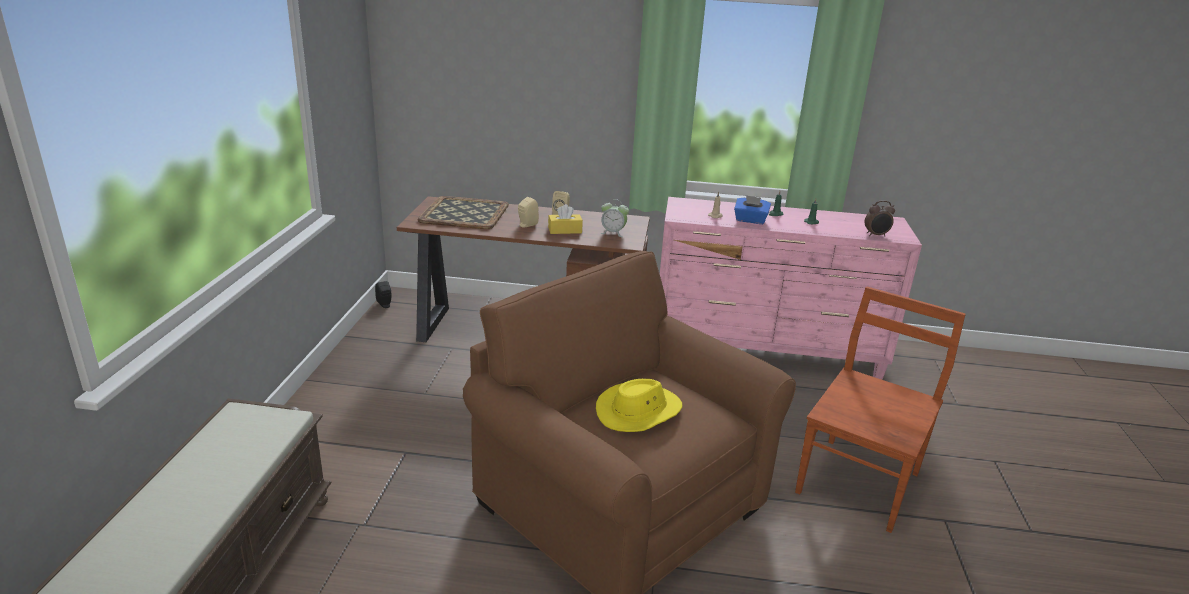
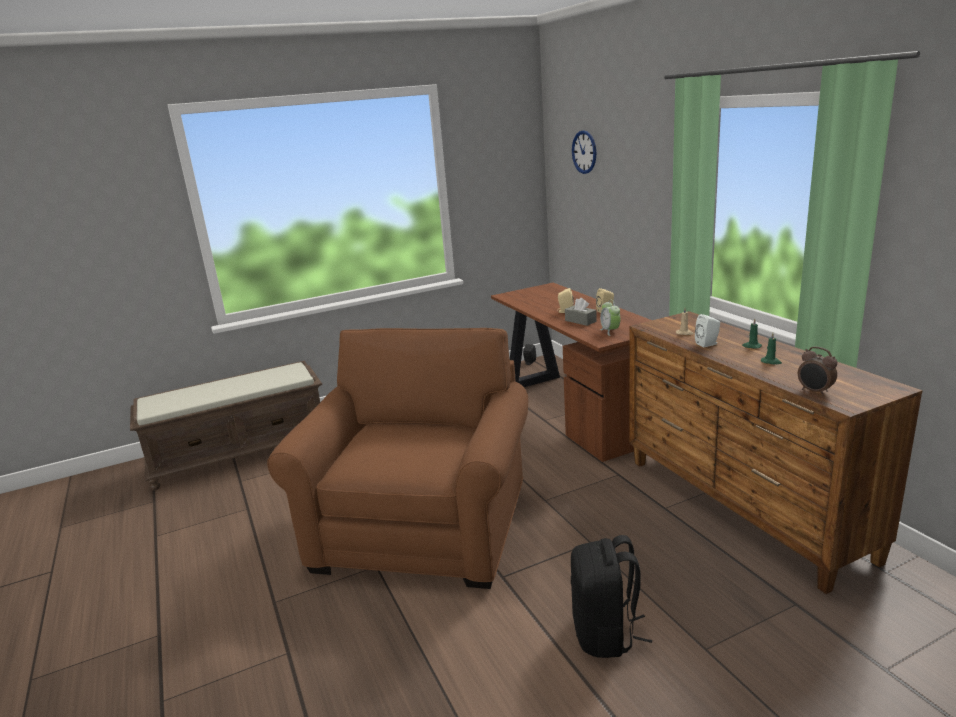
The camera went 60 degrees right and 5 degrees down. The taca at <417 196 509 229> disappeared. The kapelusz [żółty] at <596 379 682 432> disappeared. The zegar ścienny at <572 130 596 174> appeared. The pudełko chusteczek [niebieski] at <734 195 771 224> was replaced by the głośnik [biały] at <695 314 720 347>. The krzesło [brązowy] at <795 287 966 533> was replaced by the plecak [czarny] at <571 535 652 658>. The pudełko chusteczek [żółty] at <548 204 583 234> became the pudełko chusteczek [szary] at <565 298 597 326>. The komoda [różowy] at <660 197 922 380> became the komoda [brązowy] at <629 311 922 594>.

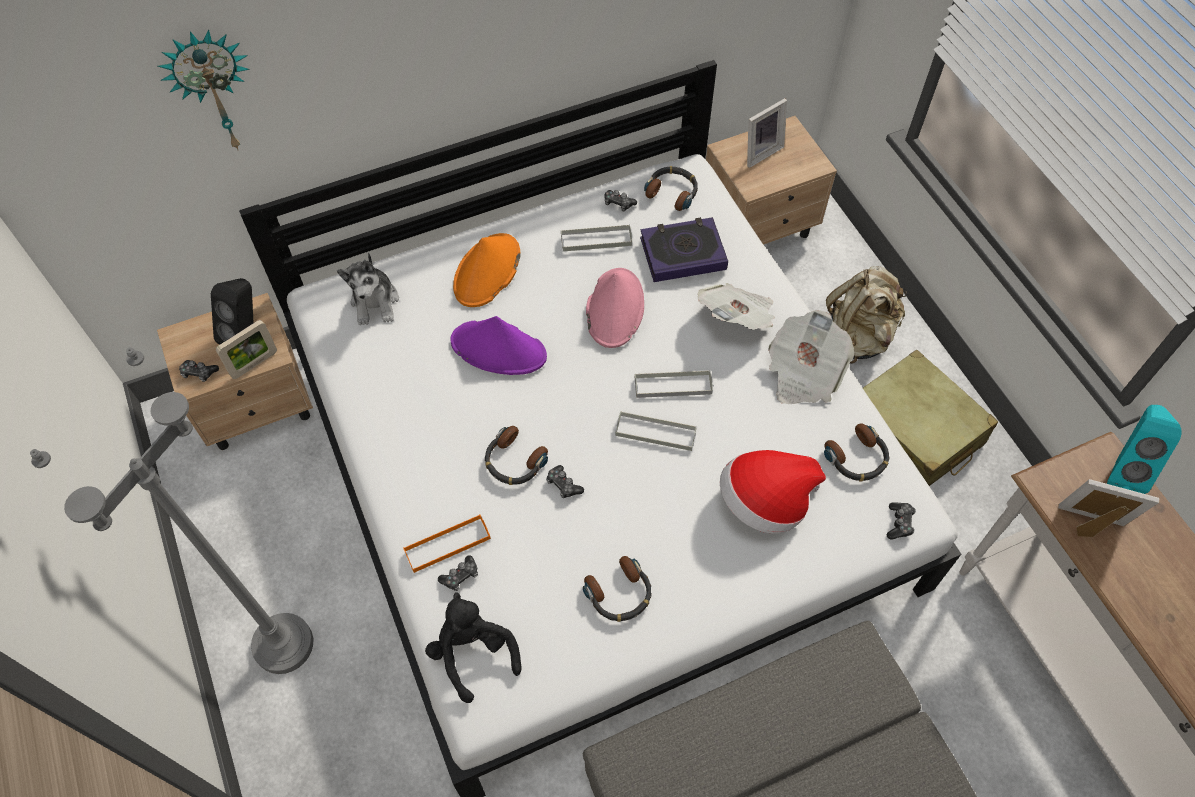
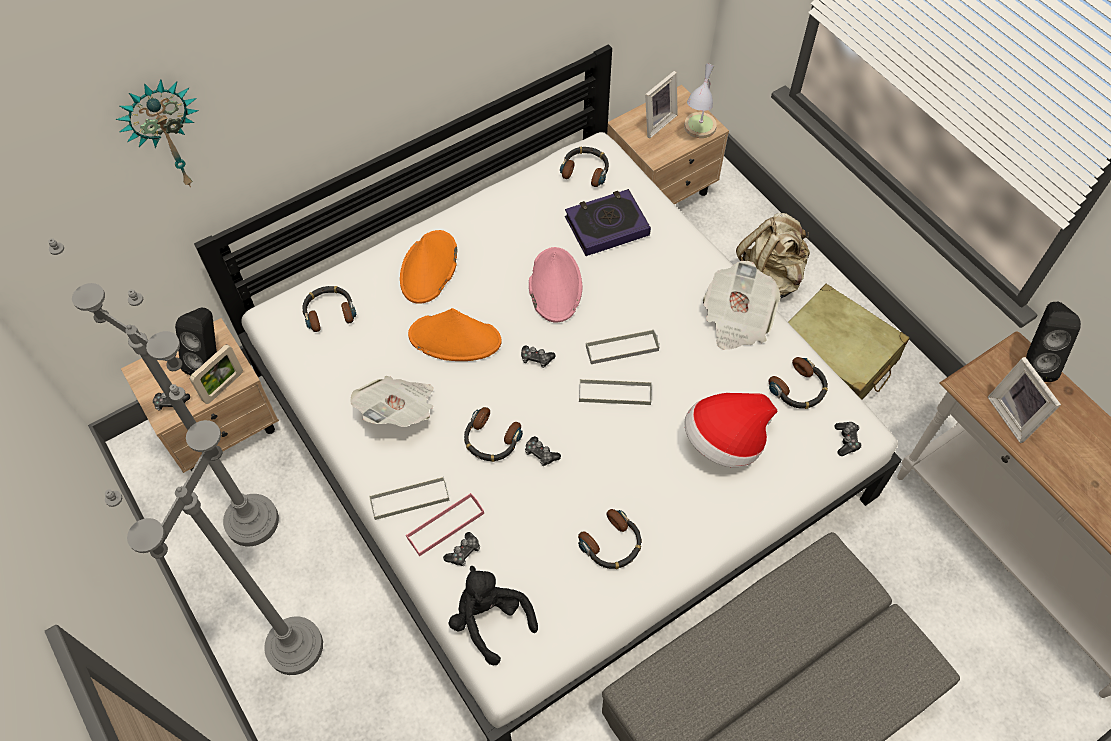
The camera went 10 degrees left and 0 degrees up. The lampa stojąca [szary] at <48 238 279 547> appeared. The lampa stołowa at <684 63 717 138> appeared. The taca [szary] moved from <561 224 632 252> to <369 476 450 520>. The pad do gier moved from <604 190 637 211> to <521 346 556 368>. The gazeta moved from <698 283 775 330> to <350 376 433 427>. The pluszak at <337 252 399 325> was replaced by the słuchawki at <302 286 357 332>. The taca [pomarańczowy] at <403 514 491 573> became the taca [różowy] at <406 493 484 556>. The kapelusz [fioletowy] at <450 316 547 375> became the kapelusz [pomarańczowy] at <408 308 502 361>. The głośnik [turkusowy] at <1107 405 1181 494> became the głośnik [czarny] at <1026 302 1081 382>. The ramka na zdjęcie at <1058 479 1159 537> turned 120 degrees counterclockwise.

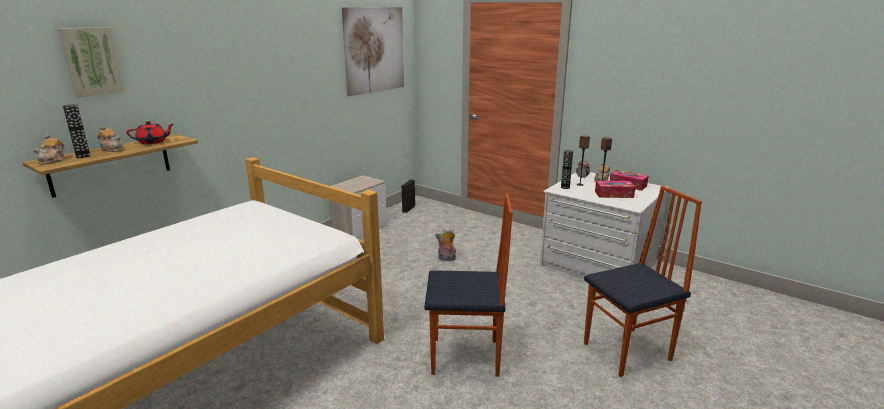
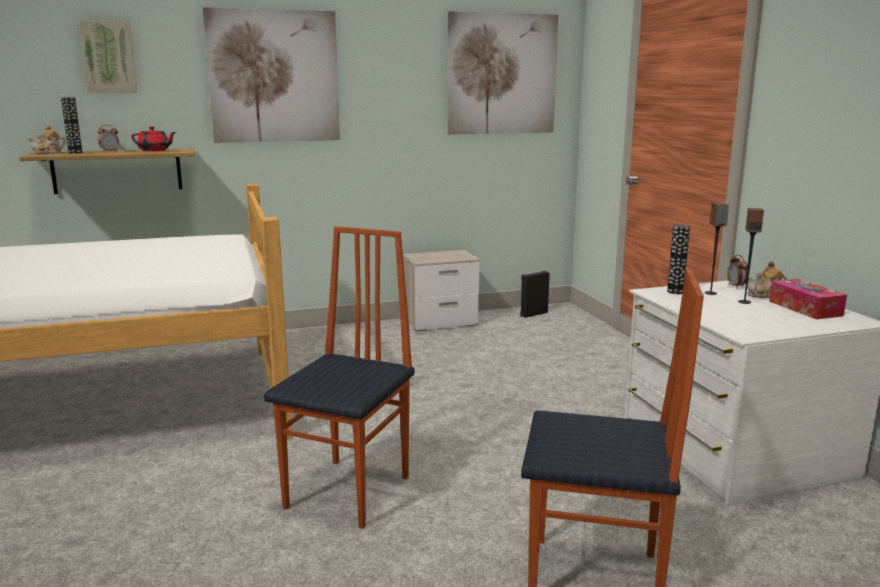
The camera went 35 degrees right and 5 degrees down. The pluszak at <435 227 456 261> disappeared. The pudełko chusteczek at <595 181 635 198> disappeared. The obraz at <203 7 340 143> appeared. The imbryk at <97 126 124 152> was replaced by the budzik at <98 125 119 152>. The krzesło at <424 193 513 377> turned 105 degrees counterclockwise.

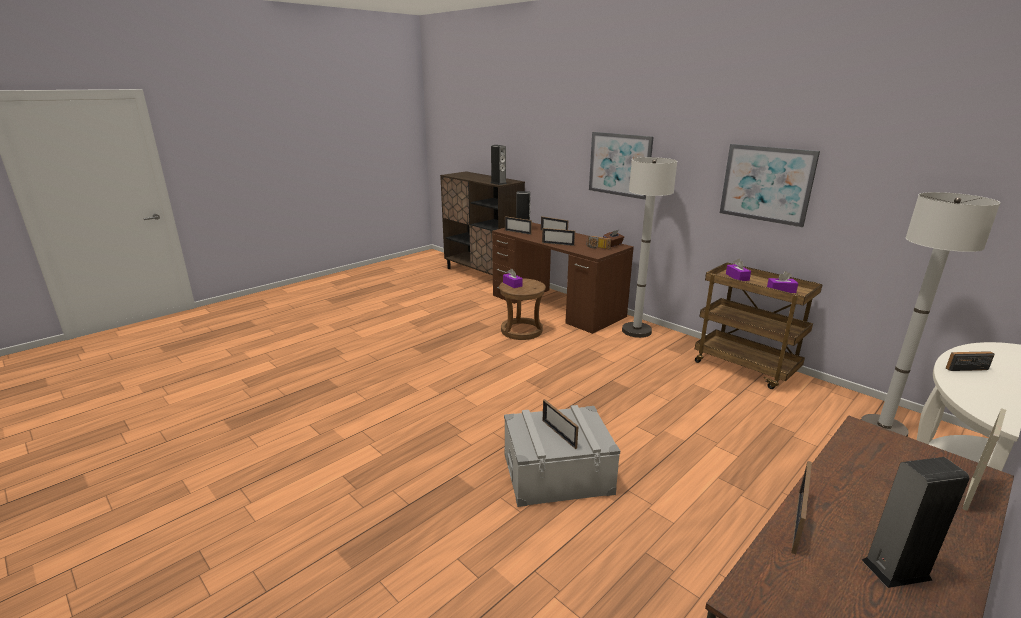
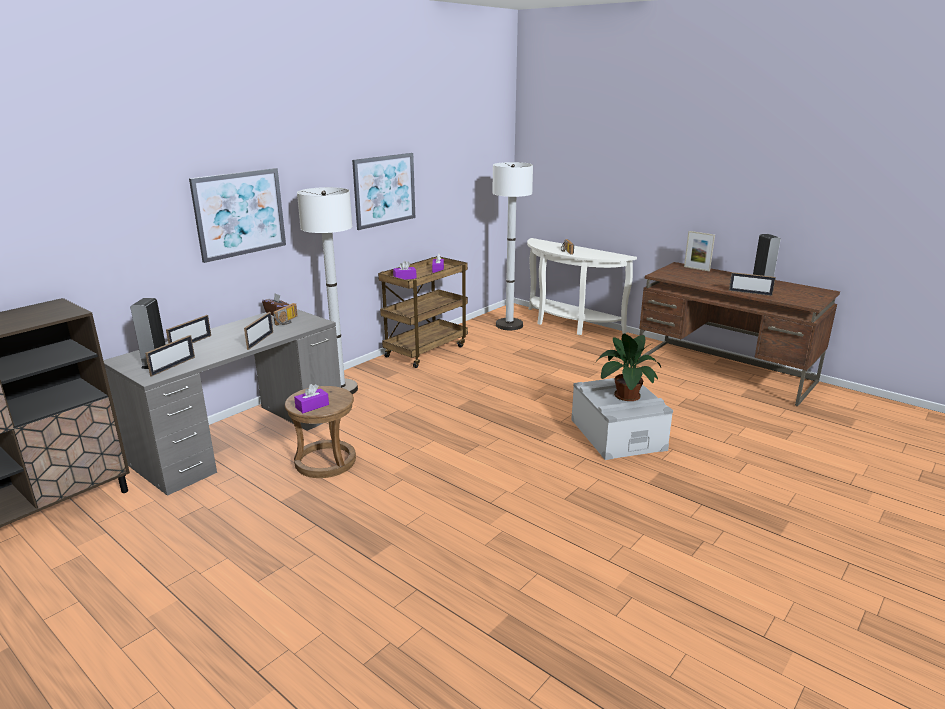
The camera went 95 degrees left and 0 degrees up. The głośnik at <491 145 507 185> disappeared. The ramka na zdjęcie at <543 400 578 449> was replaced by the roślina doniczkowa at <595 334 661 401>. The biurko [brązowy] at <492 222 634 334> became the biurko [szary] at <103 309 341 496>.

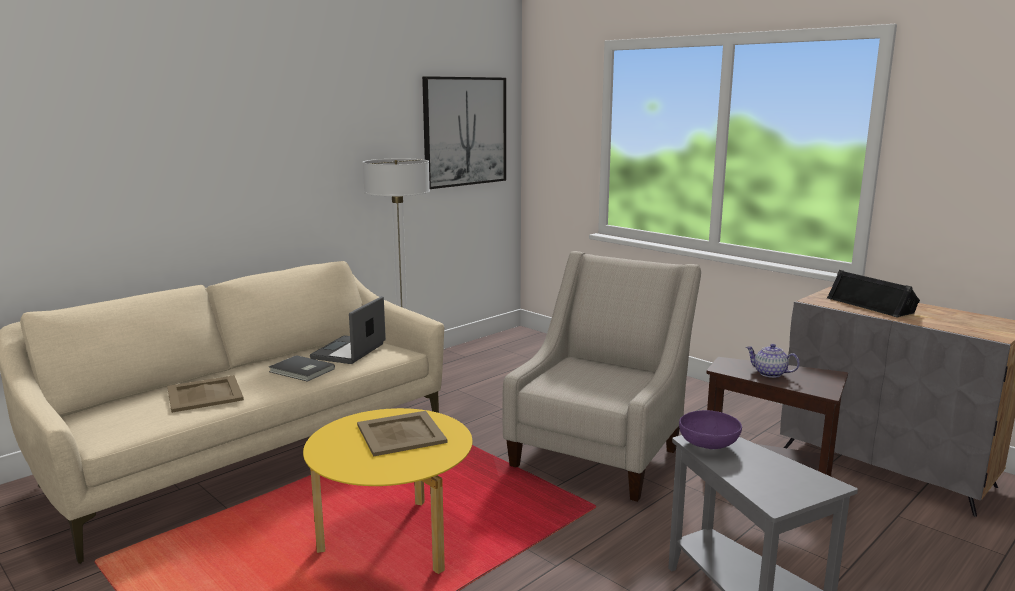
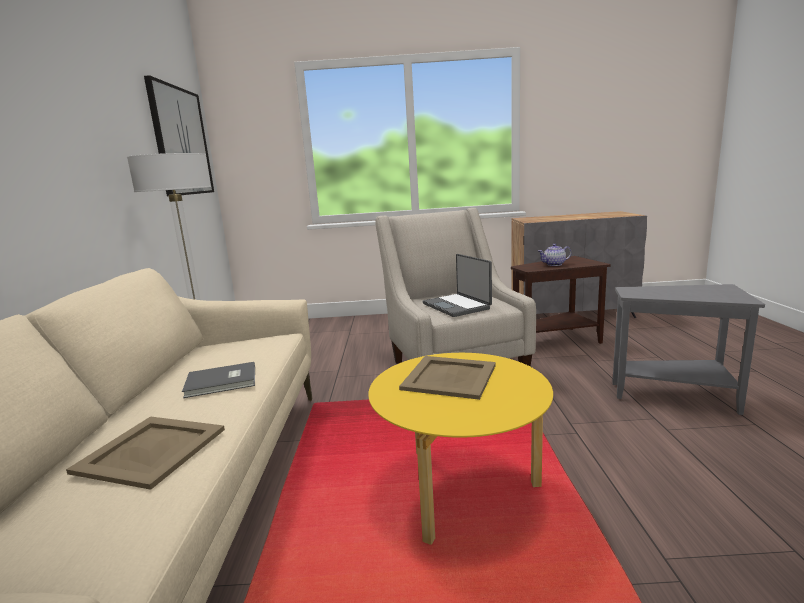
The camera went 45 degrees left and 0 degrees up. The miska [fioletowy] at <679 410 742 449> disappeared. The głośnik [czarny] at <827 270 920 318> disappeared. The laptop moved from <310 296 386 364> to <422 254 492 317>.

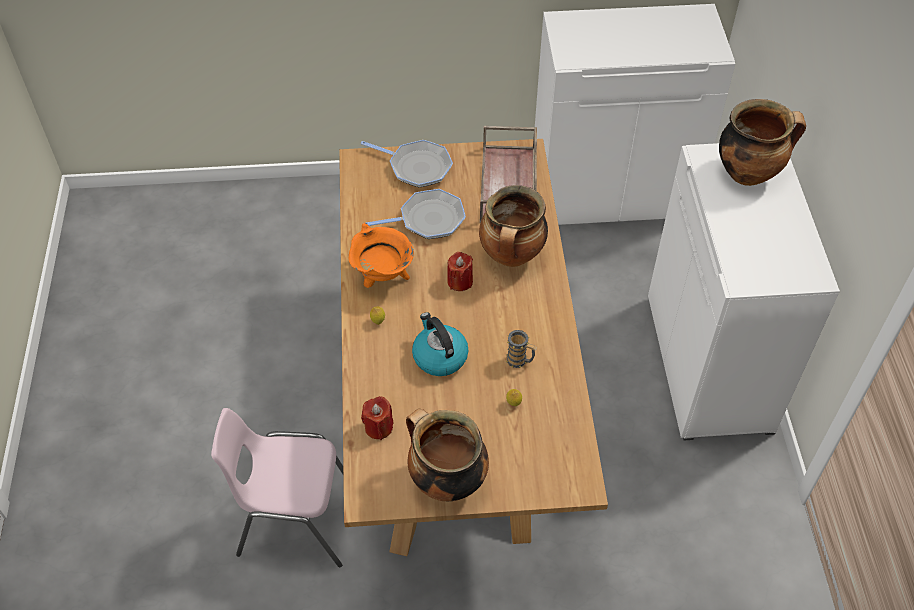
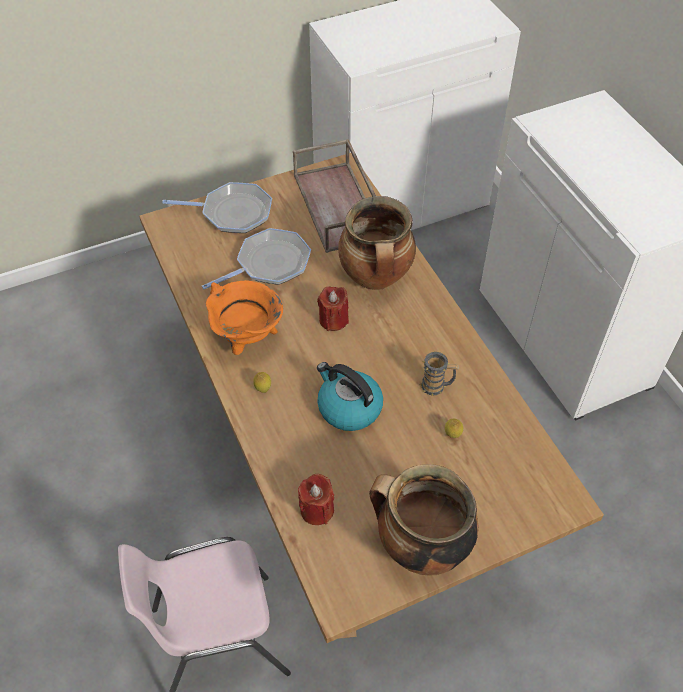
The camera went 20 degrees left and 0 degrees up. The garnek at <719 99 806 186> disappeared.

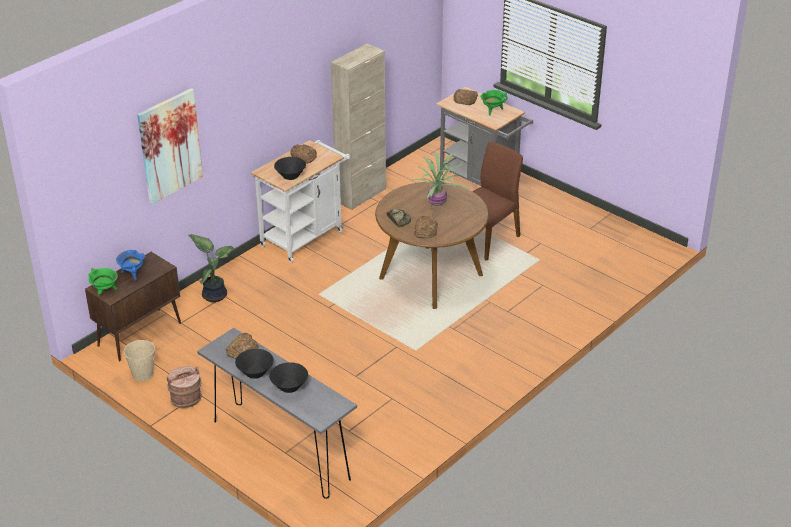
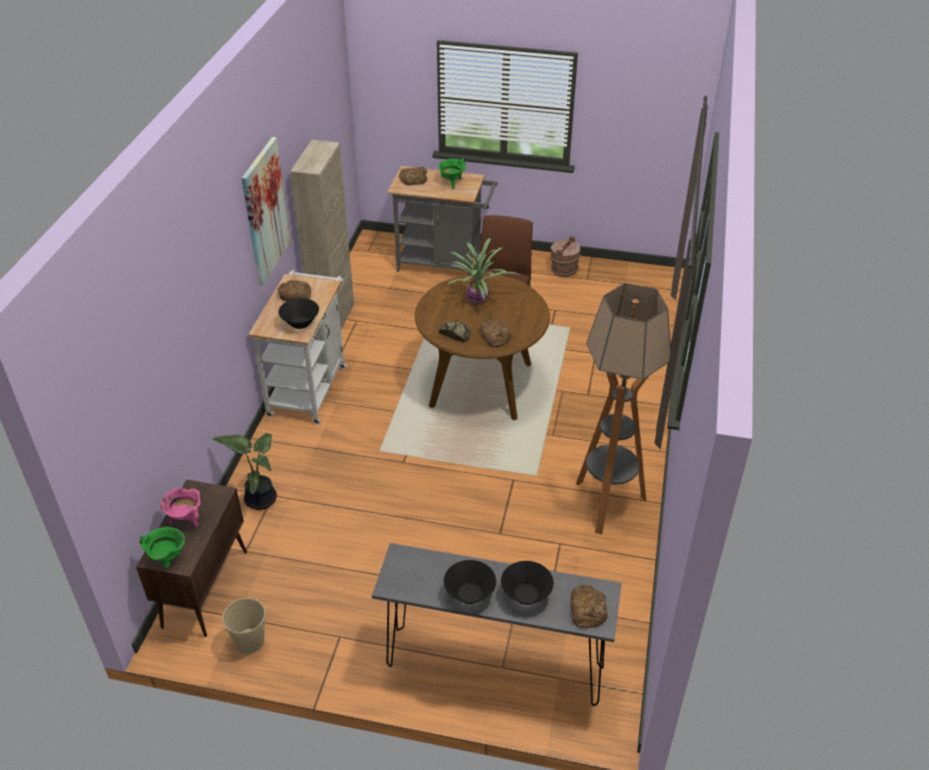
The camera went 30 degrees left and 5 degrees up. The lampa stojąca at <576 283 671 534> appeared. The obraz moved from <137 88 203 204> to <242 137 291 285>. The wiadro [brązowy] moved from <167 366 202 408> to <550 236 580 277>. The chleb moved from <226 333 258 359> to <570 585 608 628>. The garnek [niebieski] at <116 250 145 281> became the garnek [różowy] at <160 488 200 528>.

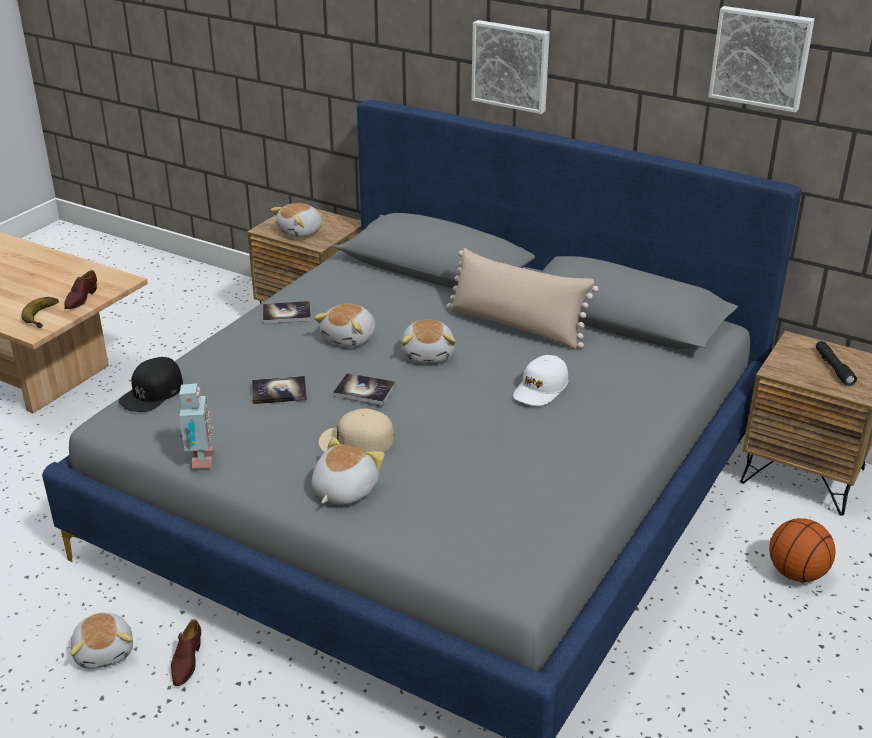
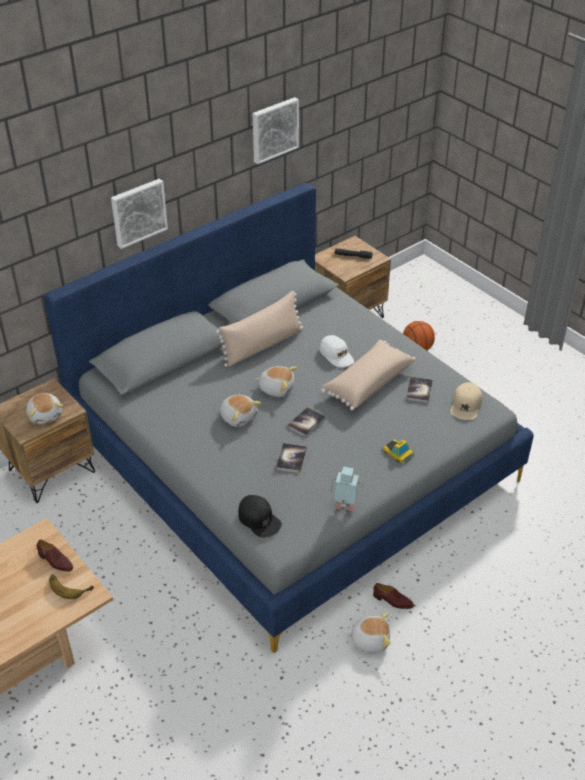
The camera went 70 degrees left and 10 degrees up. The poduszka [beżowy] at <321 340 416 411> appeared. The książka moved from <263 301 311 324> to <406 377 433 403>. The czapka z daszkiem [beżowy] moved from <319 408 394 453> to <450 382 482 420>. The pluszak at <311 437 385 505> was replaced by the samochodzik at <381 439 415 464>.

